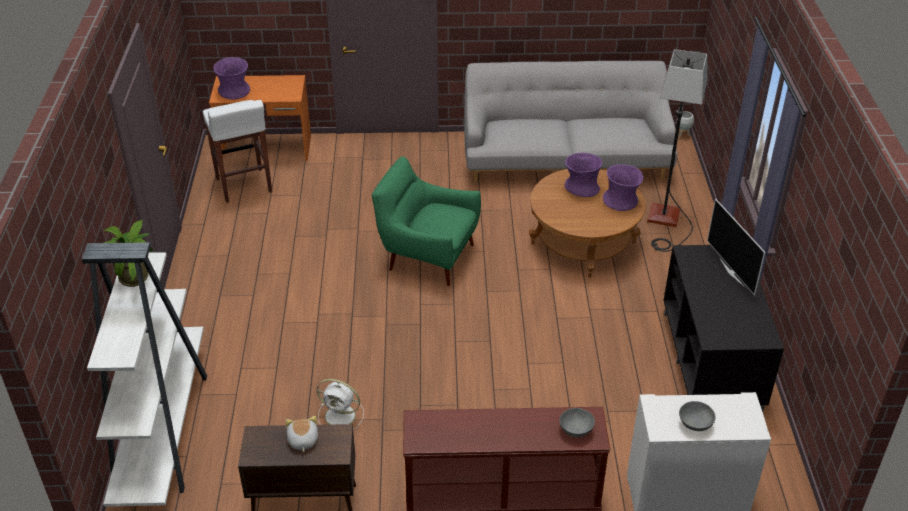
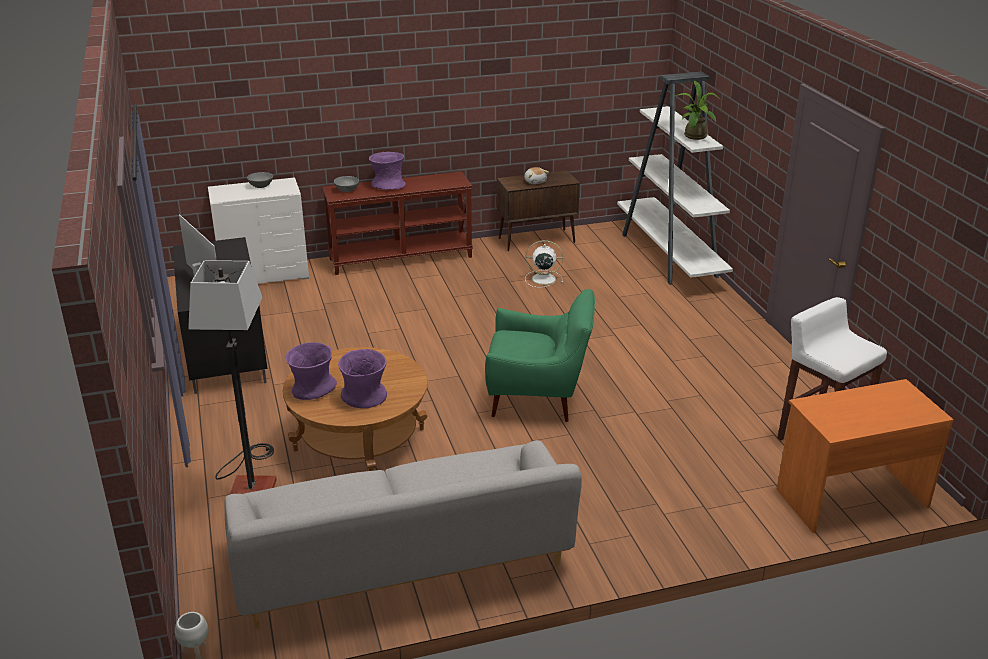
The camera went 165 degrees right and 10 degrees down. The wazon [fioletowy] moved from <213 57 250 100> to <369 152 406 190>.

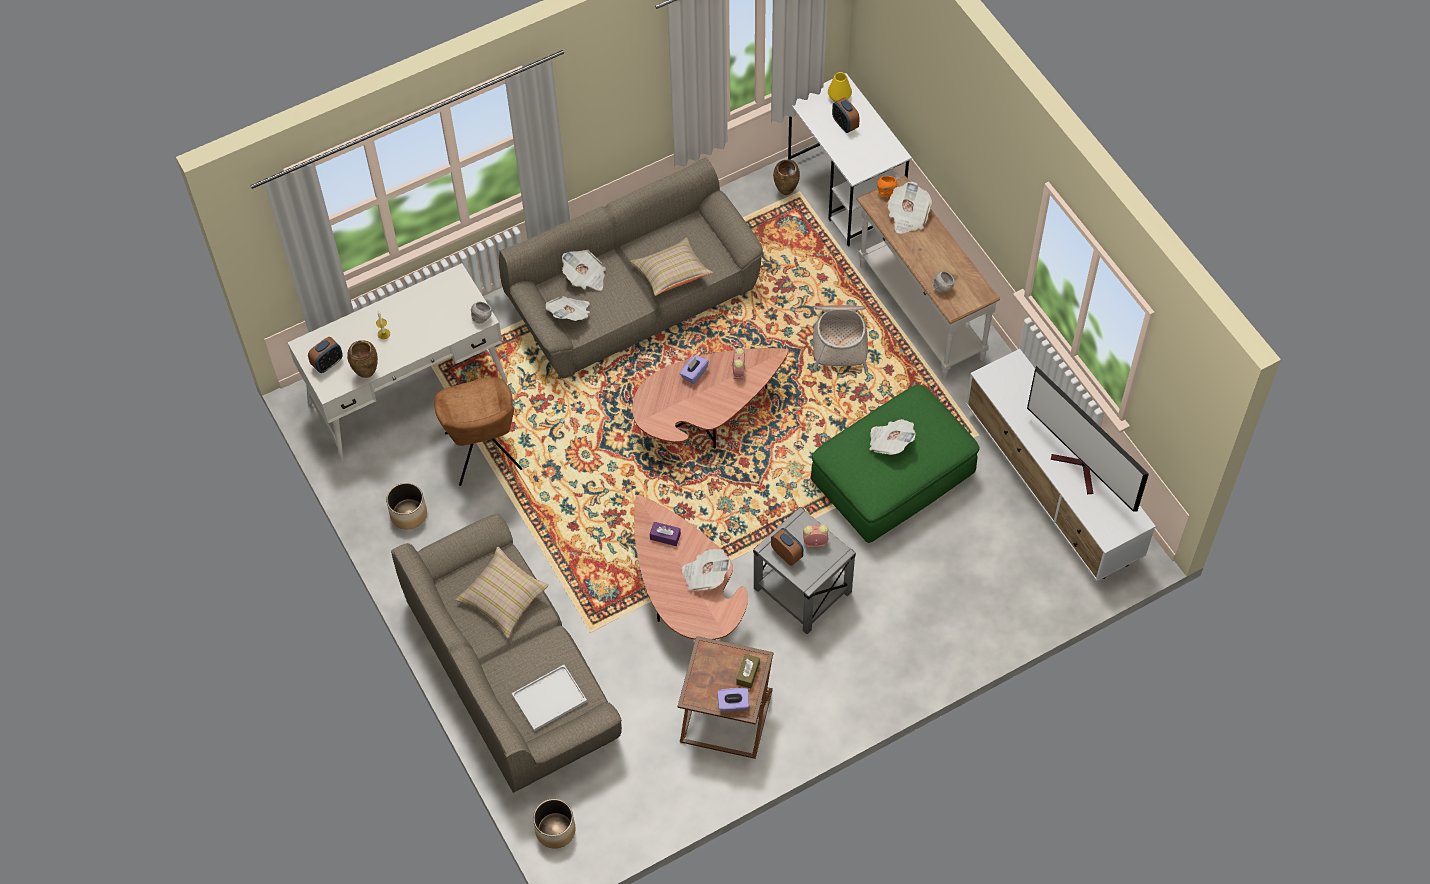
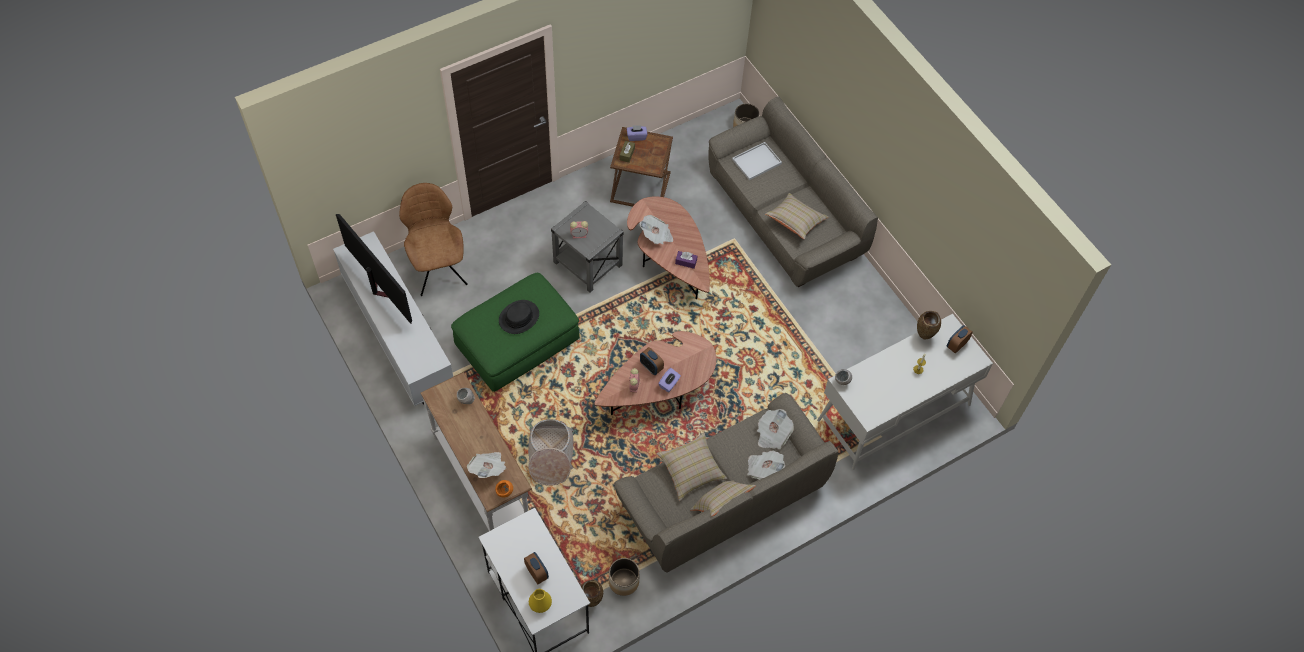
The camera went 175 degrees right and 0 degrees up. The poduszka [beżowy] at <690 481 756 516> appeared. The donica moved from <386 483 427 529> to <609 558 640 596>. The krzesło [brązowy] moved from <434 377 522 486> to <399 183 468 296>. The budzik moved from <771 528 803 566> to <640 347 664 375>. The gazeta at <869 419 916 455> was replaced by the kapelusz [czarny] at <499 300 539 334>.

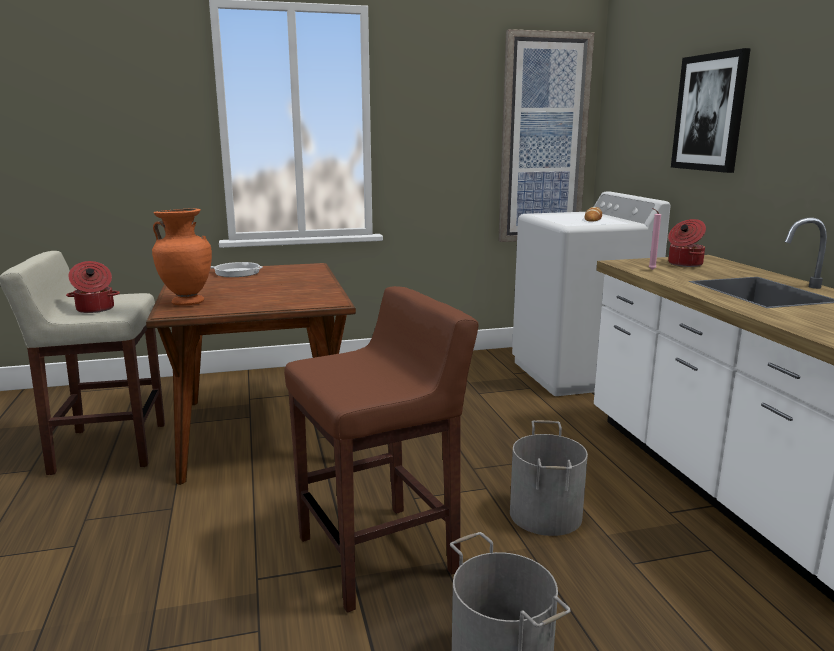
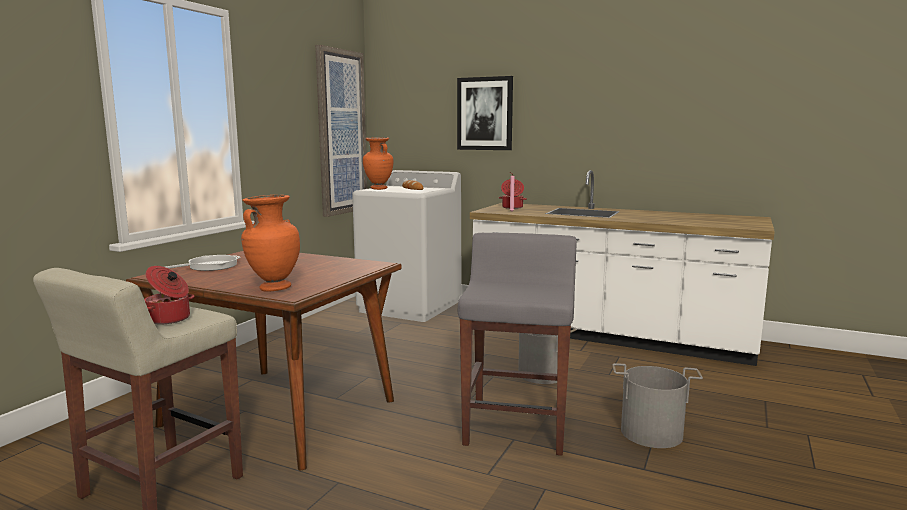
The camera went 50 degrees left and 5 degrees down. The wazon [pomarańczowy] at <363 137 393 190> appeared. The stołek [brązowy] at <284 286 478 613> became the stołek [szary] at <458 233 576 456>.

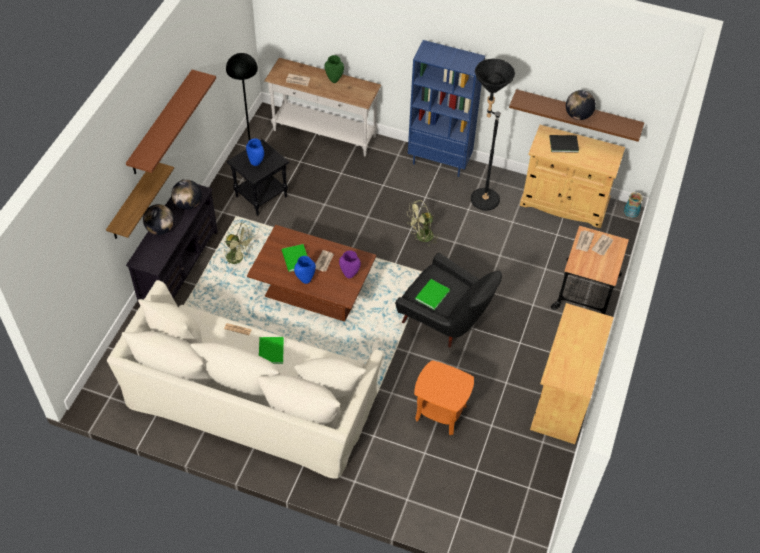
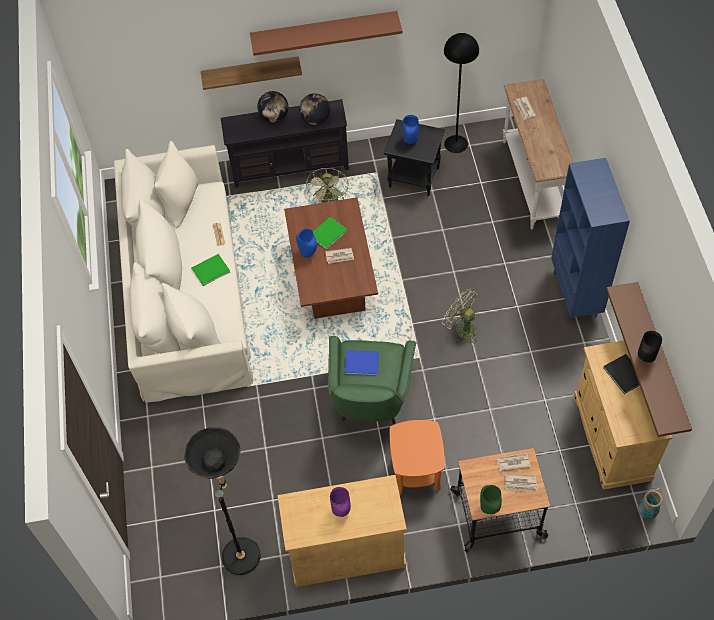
The camera went 65 degrees right and 5 degrees up. The wazon [zielony] moved from <324 55 344 83> to <480 485 502 514>. The wazon [fioletowy] moved from <339 250 361 279> to <330 487 351 517>. The stolik [pomarańczowy] moved from <414 360 474 435> to <390 420 445 495>. The lampa stojąca [czarny] moved from <471 58 515 211> to <184 427 261 575>. The globus at <566 90 596 120> was replaced by the wazon [czarny] at <638 331 662 363>. The fotel [czarny] at <395 253 502 348> became the fotel [zielony] at <328 336 416 424>. The książka [zielony] at <415 279 450 310> became the książka [niebieski] at <345 350 379 376>.

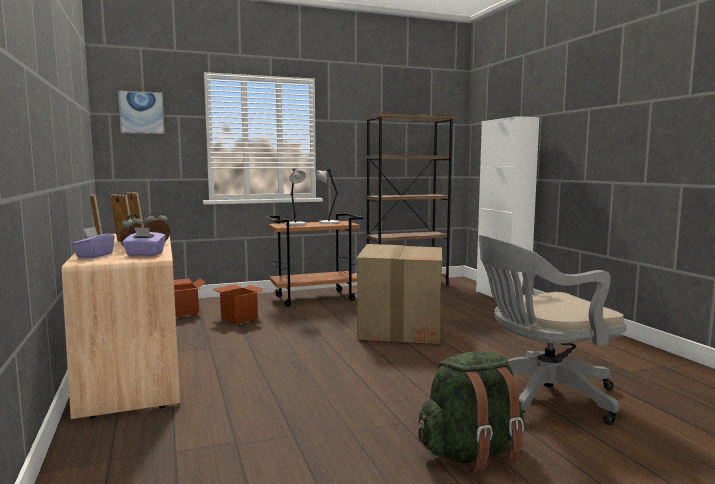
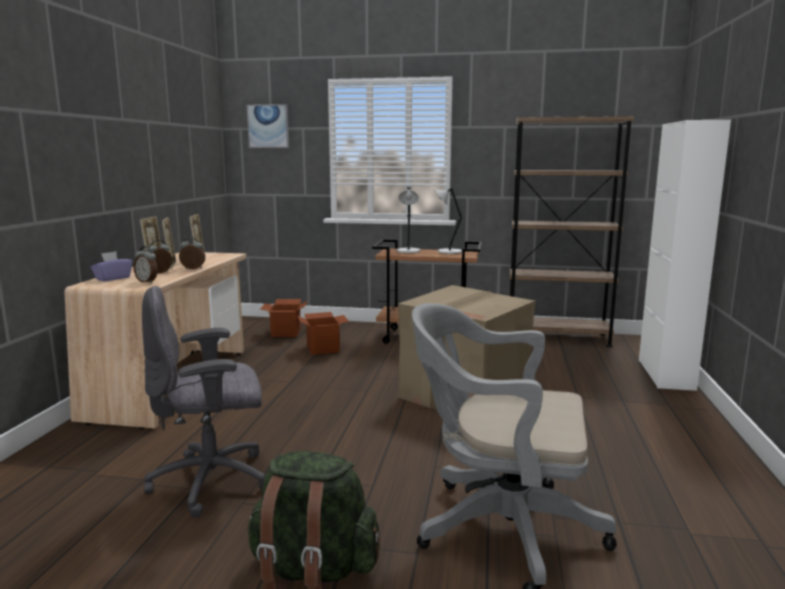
The camera went 30 degrees right and 5 degrees up. The krzesło biurowe [szary] at <142 286 265 517> appeared. The pudełko chusteczek [fioletowy] at <122 227 166 256> was replaced by the budzik at <134 246 158 283>.

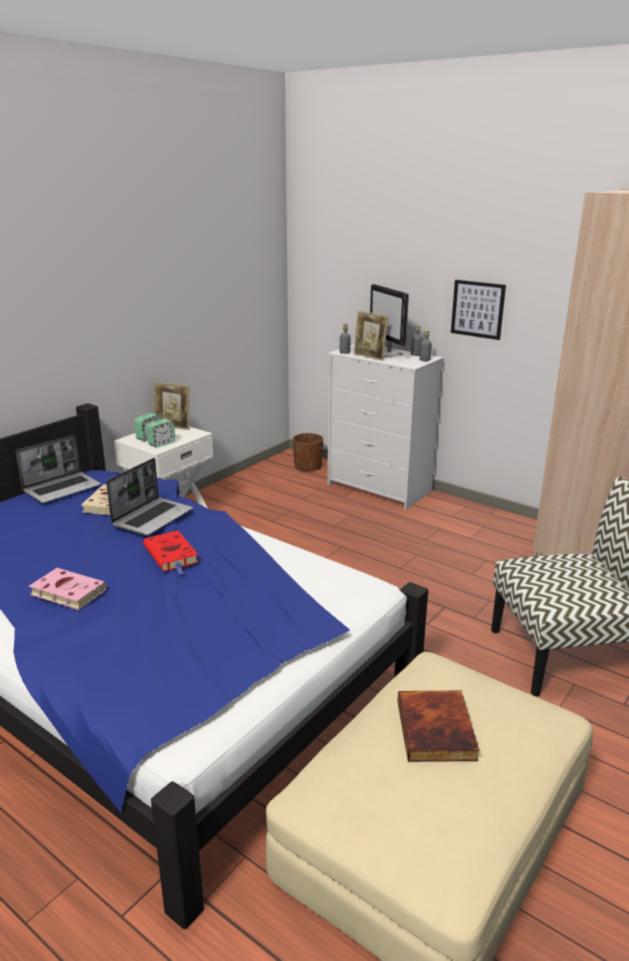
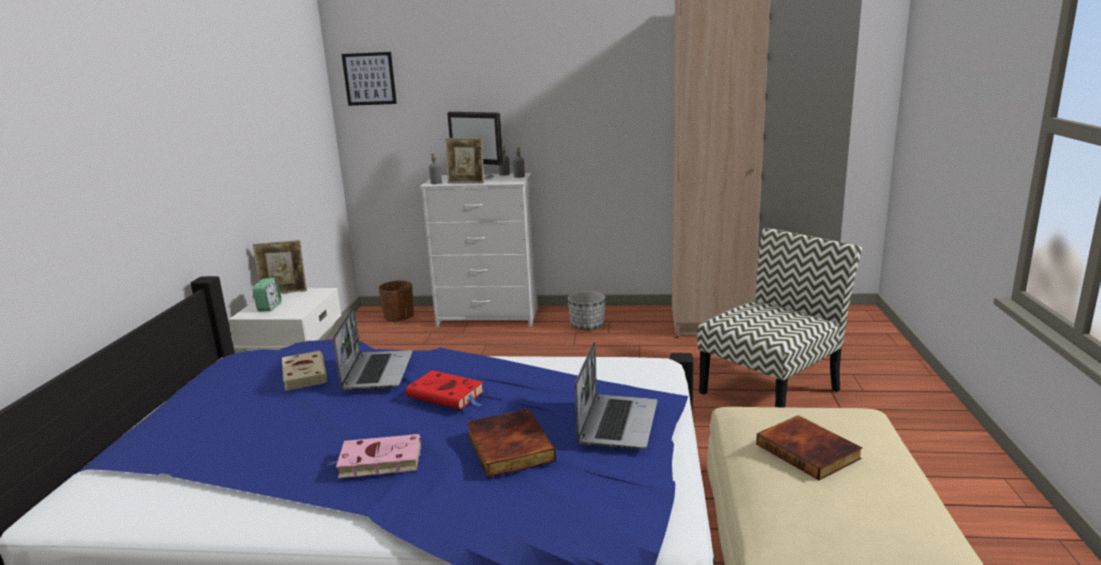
The camera went 30 degrees left and 5 degrees down. The budzik at <146 419 176 448> disappeared. The książka at <466 409 556 478> appeared. The donica at <568 291 605 331> appeared. The laptop moved from <16 435 101 503> to <575 341 658 449>. The obraz moved from <451 280 506 340> to <342 52 397 106>.

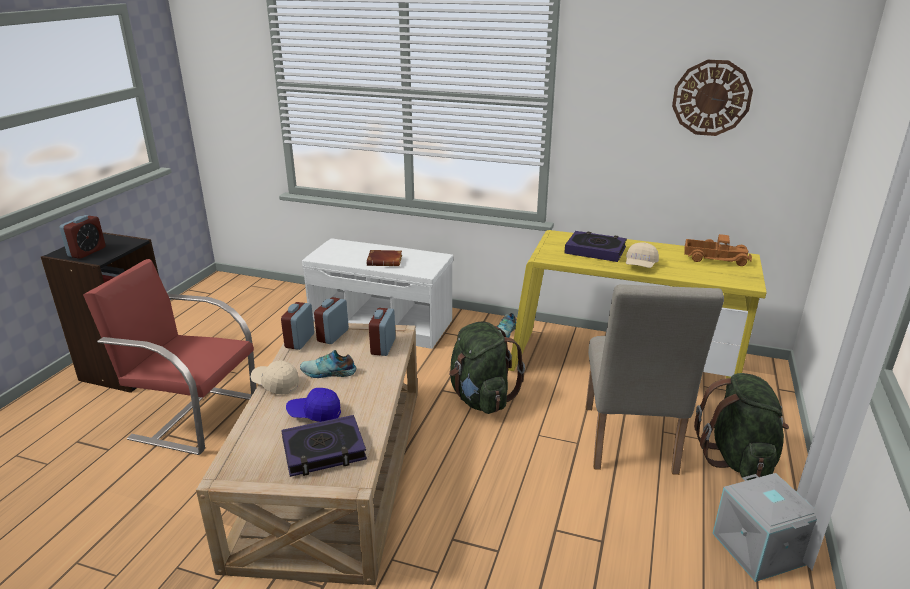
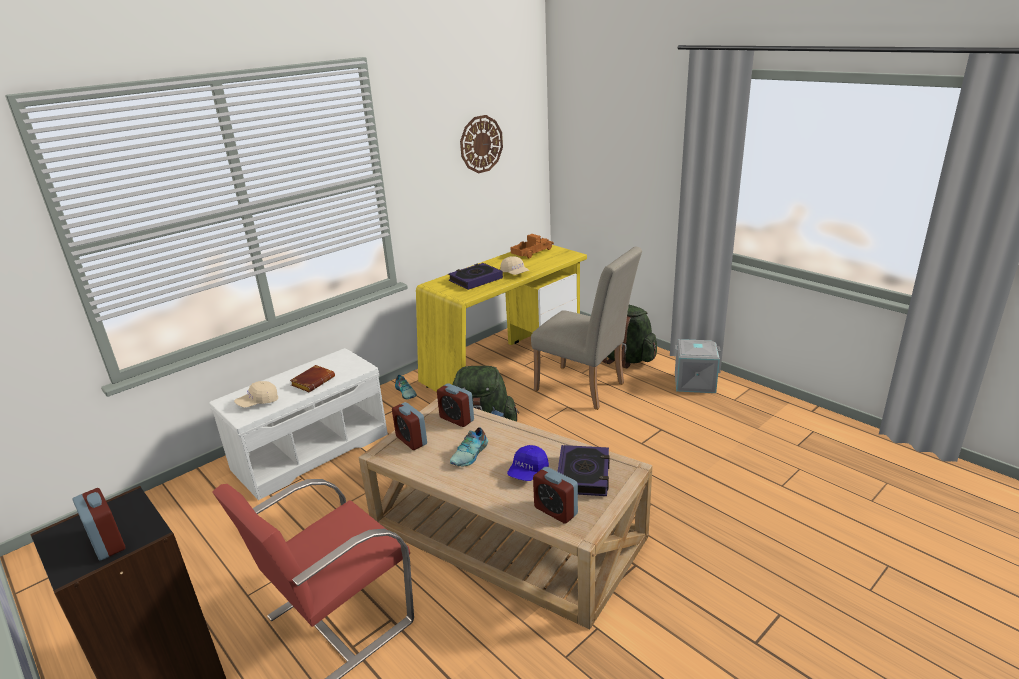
The camera went 60 degrees left and 0 degrees up. The czapka z daszkiem [beżowy] moved from <251 360 299 394> to <234 381 278 408>. The budzik moved from <281 302 314 350> to <533 467 578 524>.

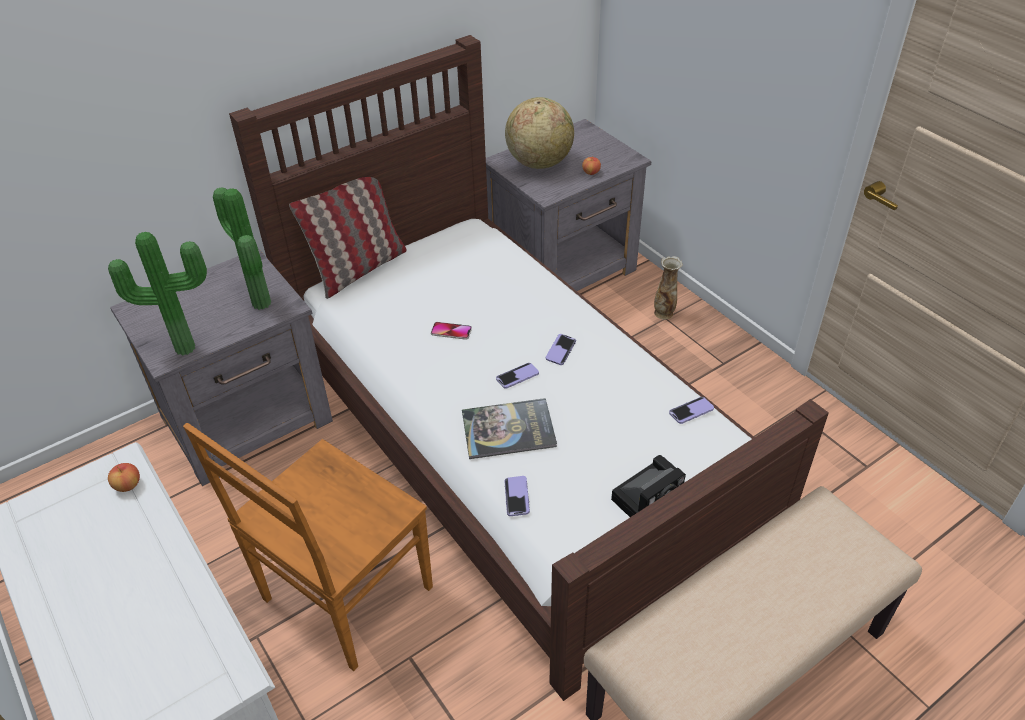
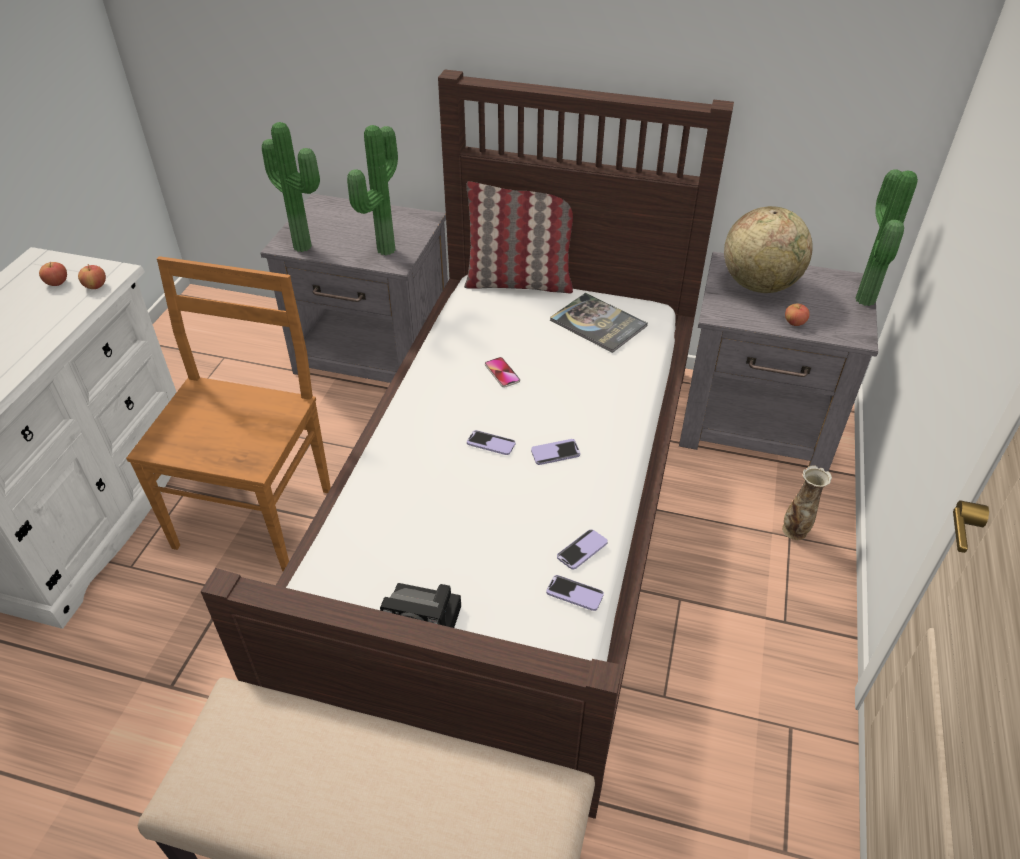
The camera went 50 degrees right and 0 degrees up. The jabłko at <39 262 67 286> appeared. The roślina doniczkowa at <855 169 918 306> appeared. The książka moved from <462 398 557 459> to <550 293 648 353>. The telefon moved from <505 476 530 516> to <557 529 608 569>. The krzesło [brązowy] at <183 423 433 671> turned 105 degrees clockwise.

